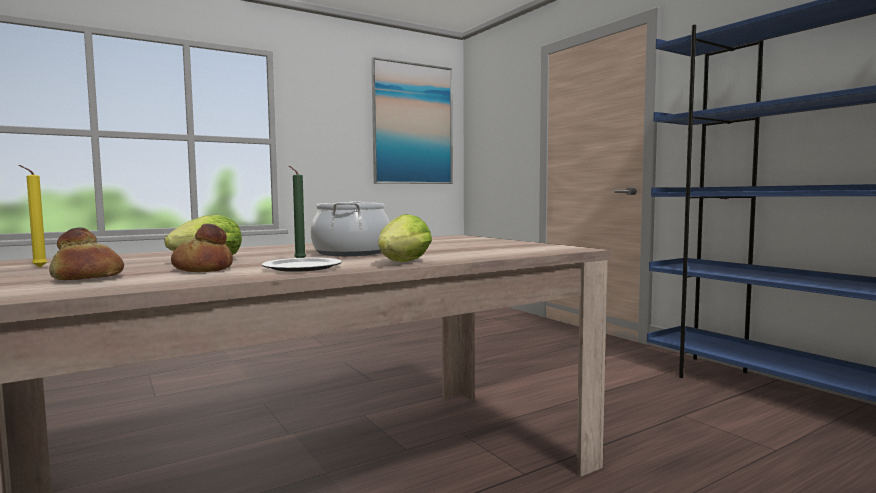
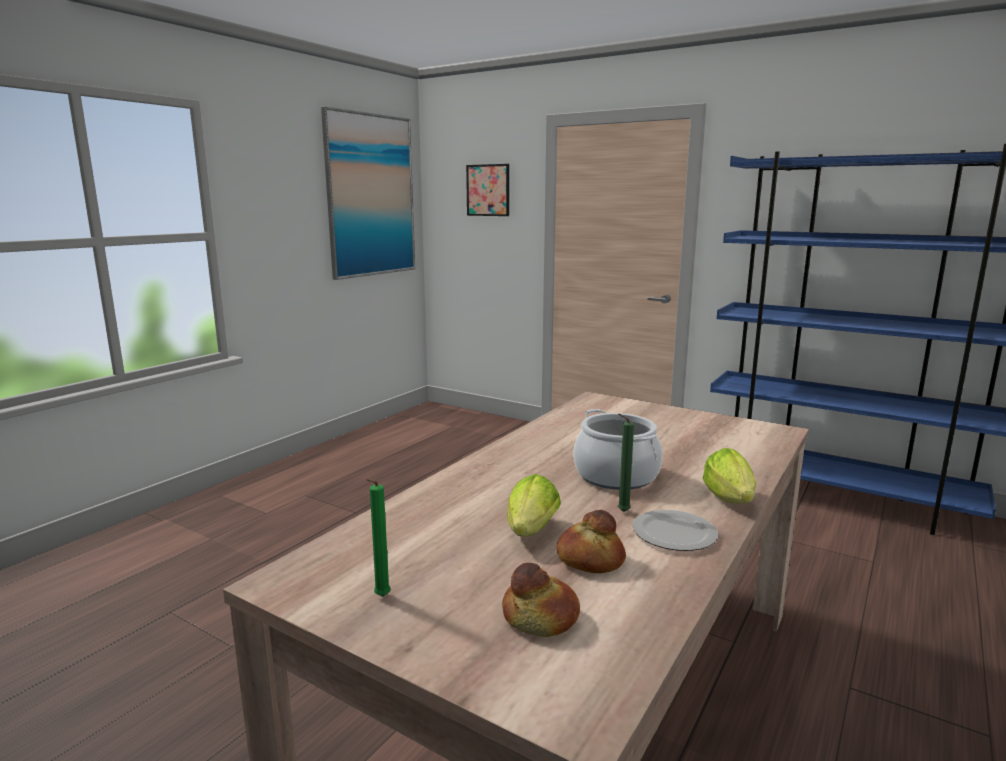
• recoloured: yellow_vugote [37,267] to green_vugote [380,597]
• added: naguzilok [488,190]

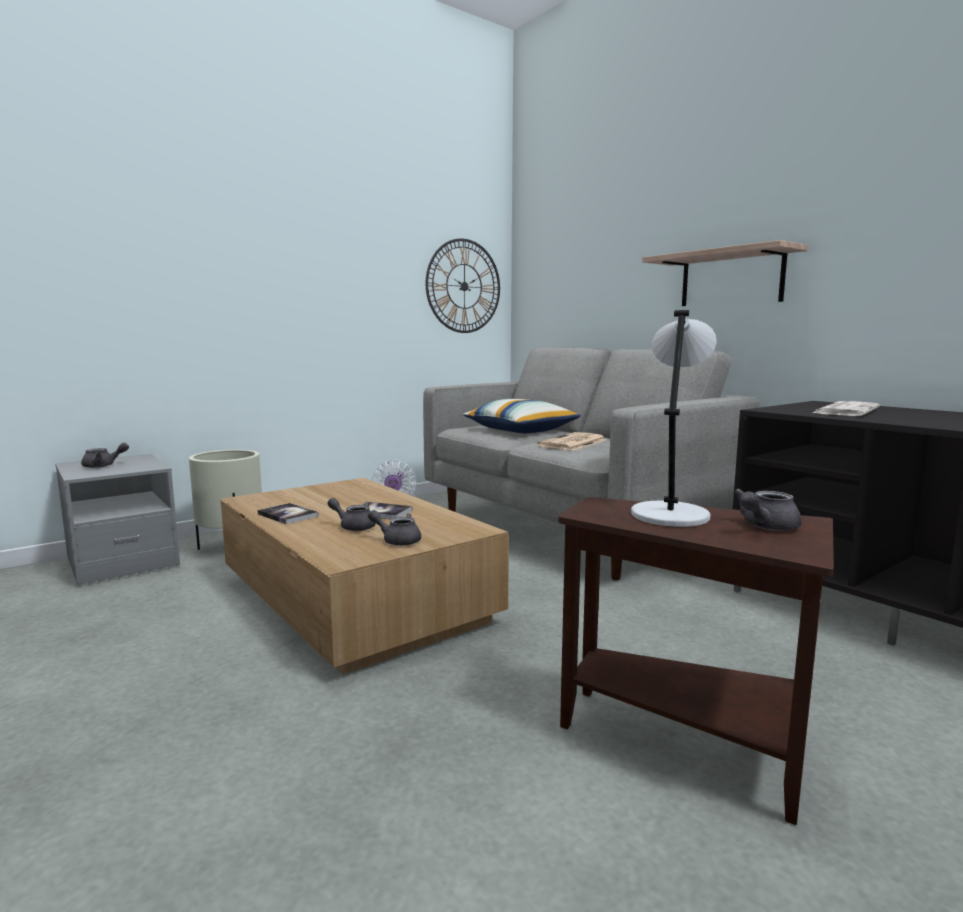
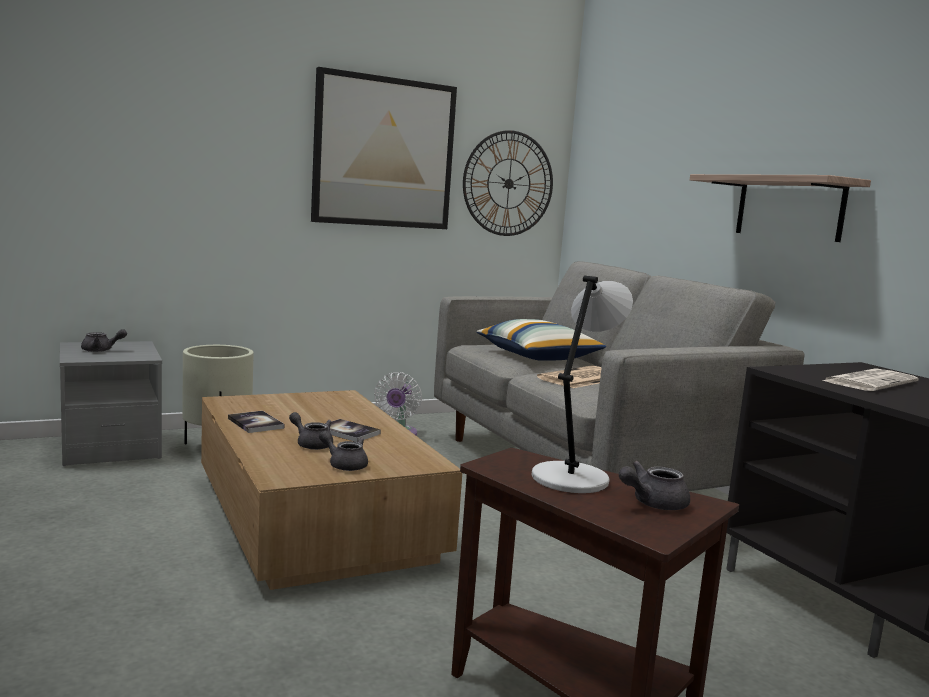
• added: naguzilok [384,153]

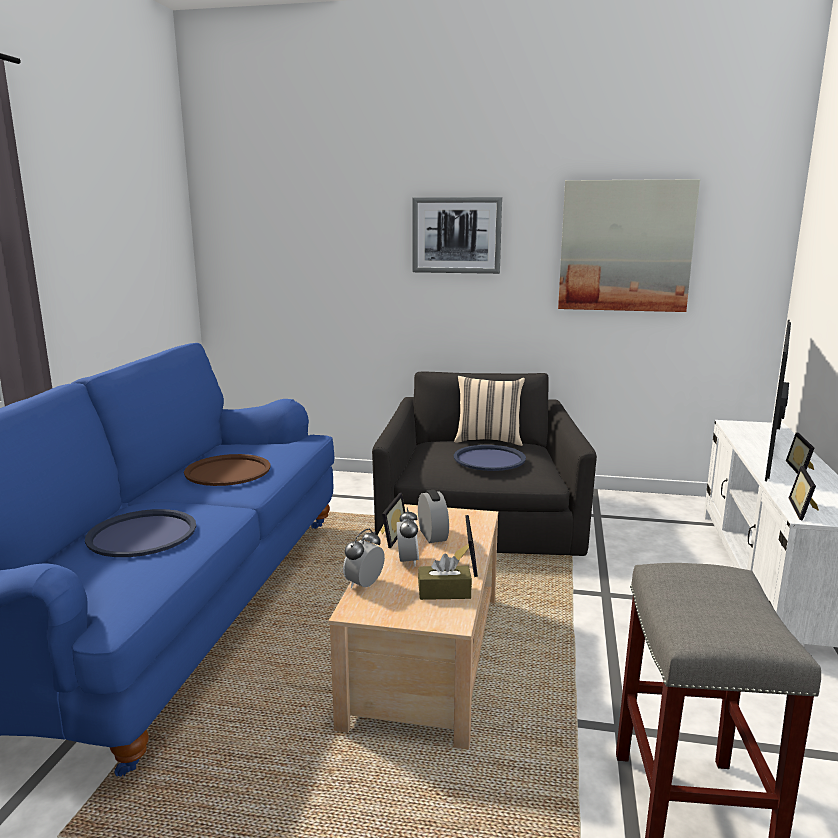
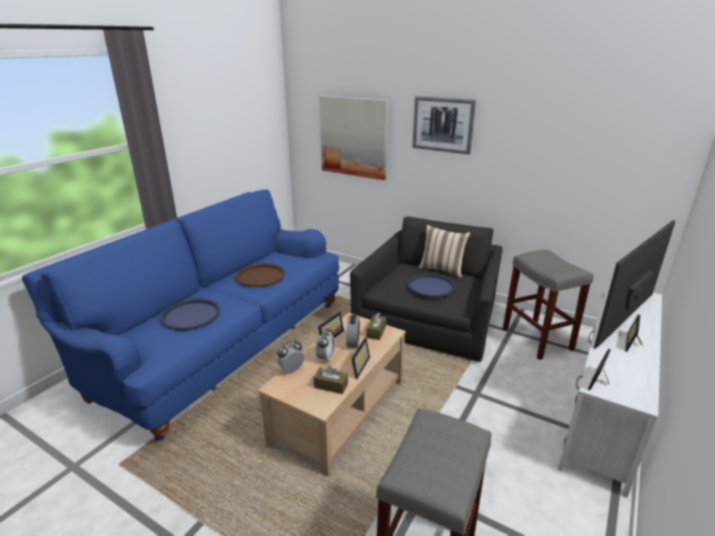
• moved: naguzilok [625,246] to [353,137]
• added: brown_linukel [376,332]
• added: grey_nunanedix [538,339]

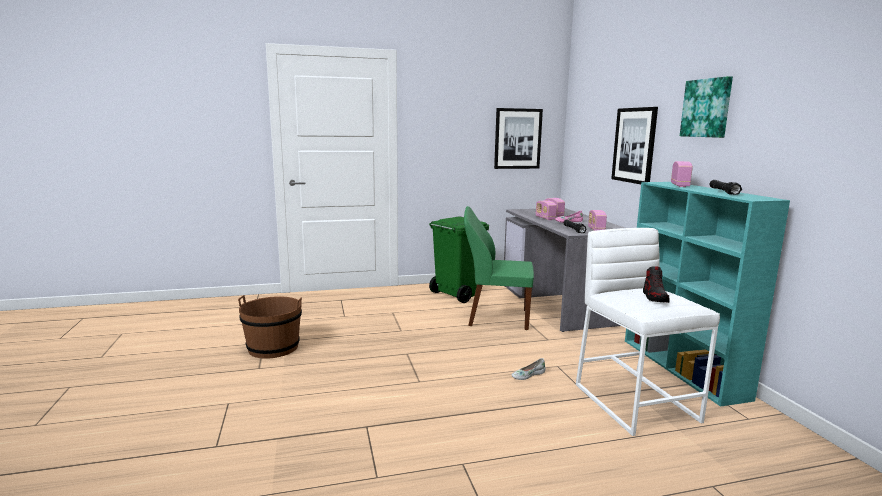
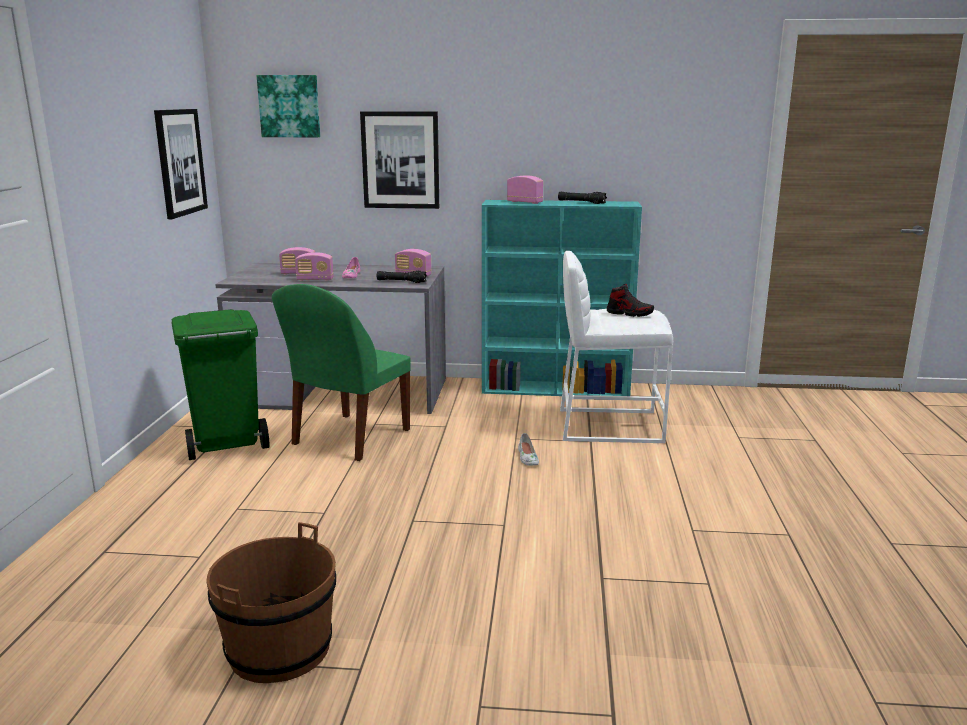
• moved: naguzilok [707,108] to [289,106]

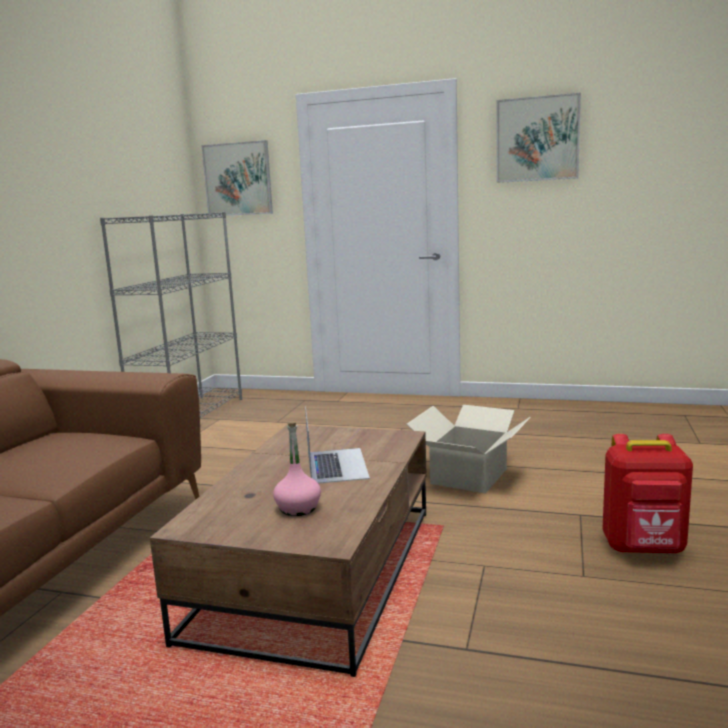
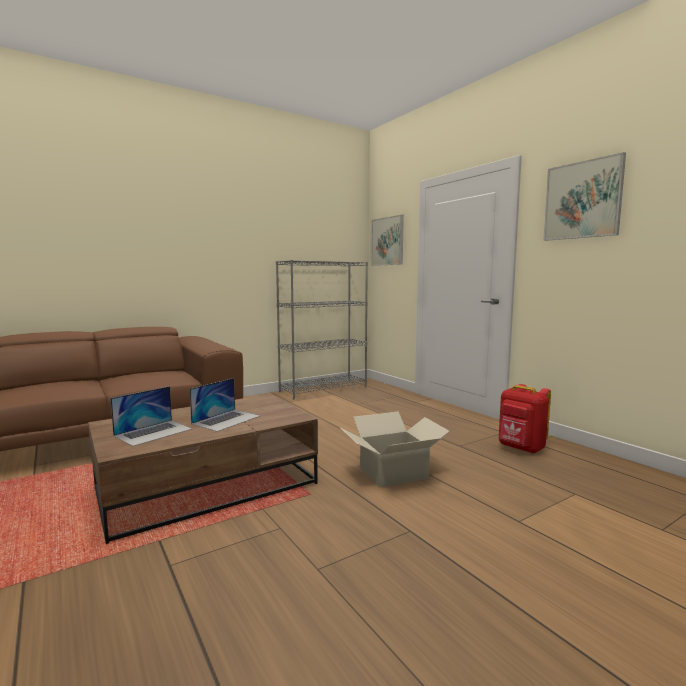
• replaced: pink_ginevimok [298,508] to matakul [153,432]
• moved: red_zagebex [644,548] to [521,448]

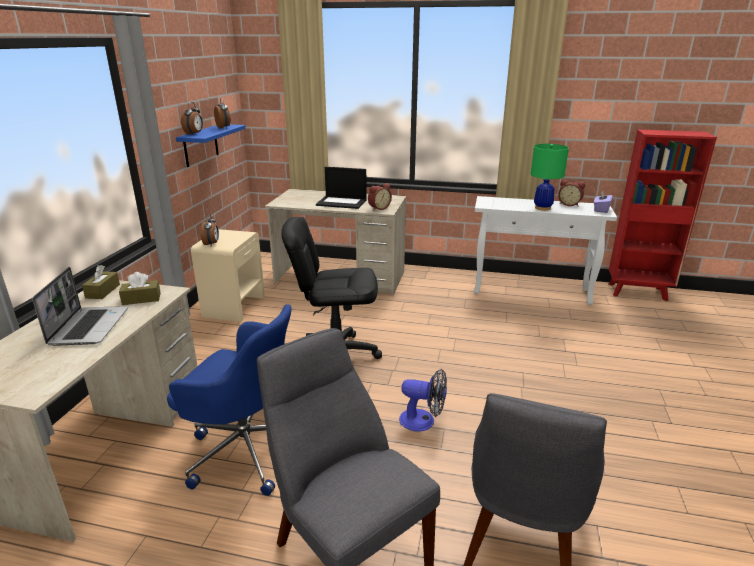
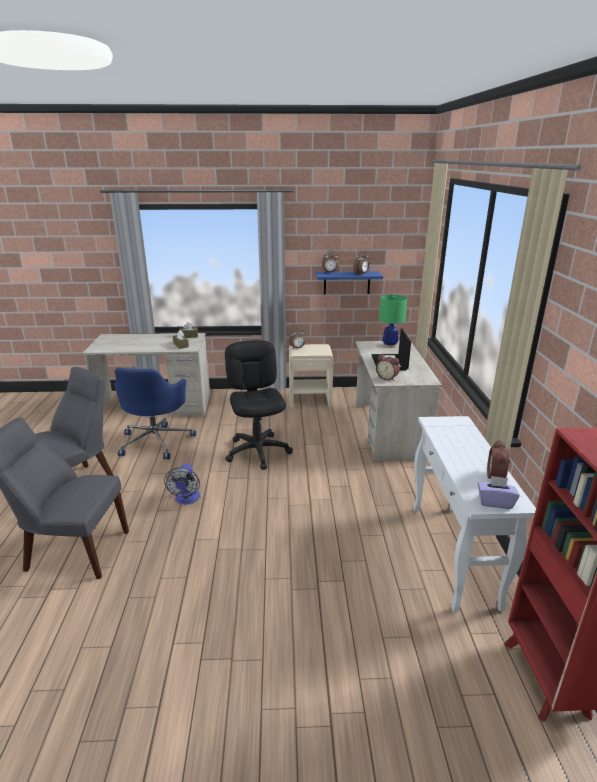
• moved: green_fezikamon [542,208] to [389,345]
• removed: matakul [89,326]

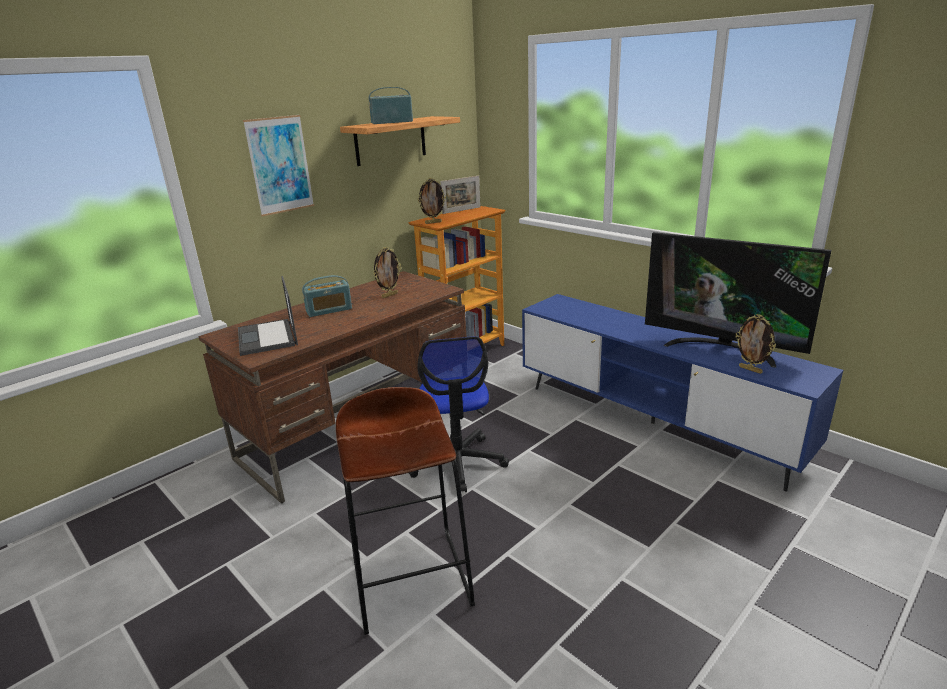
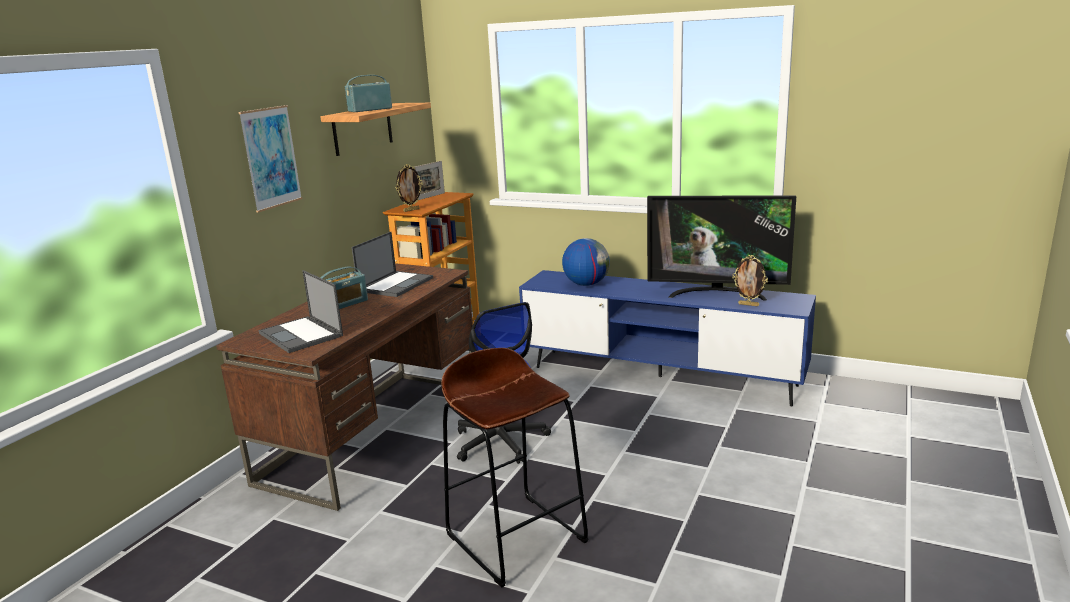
• replaced: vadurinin [389,295] to matakul [396,284]
• added: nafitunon [586,284]

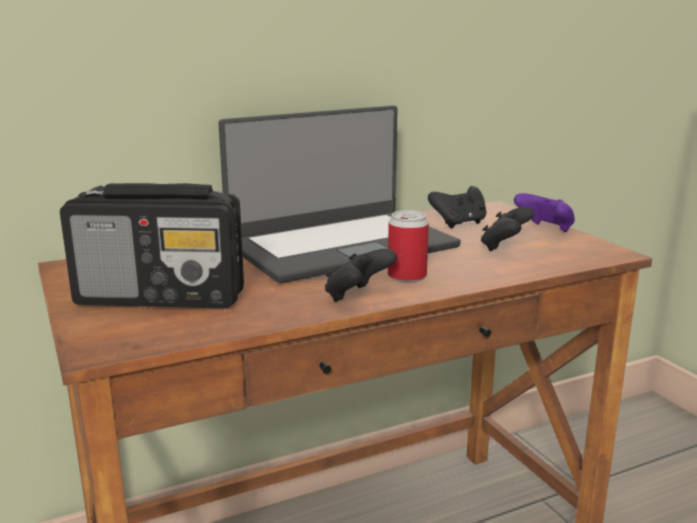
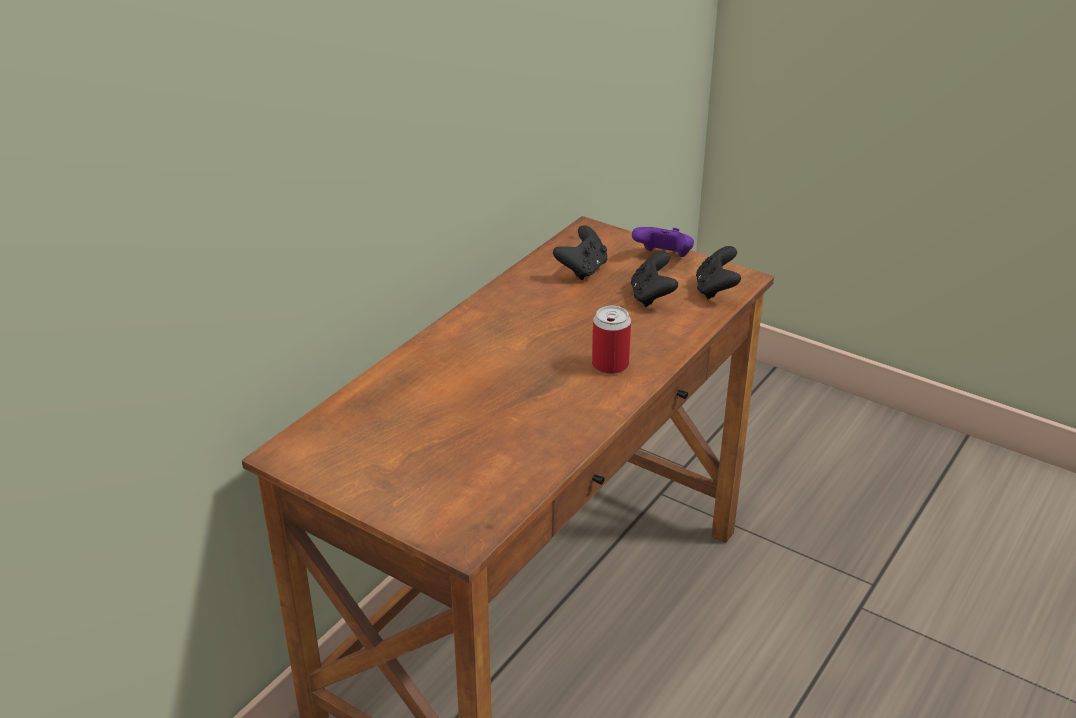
• moved: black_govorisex [357,297] to [716,290]
• removed: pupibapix [163,297]
• removed: matakul [340,246]

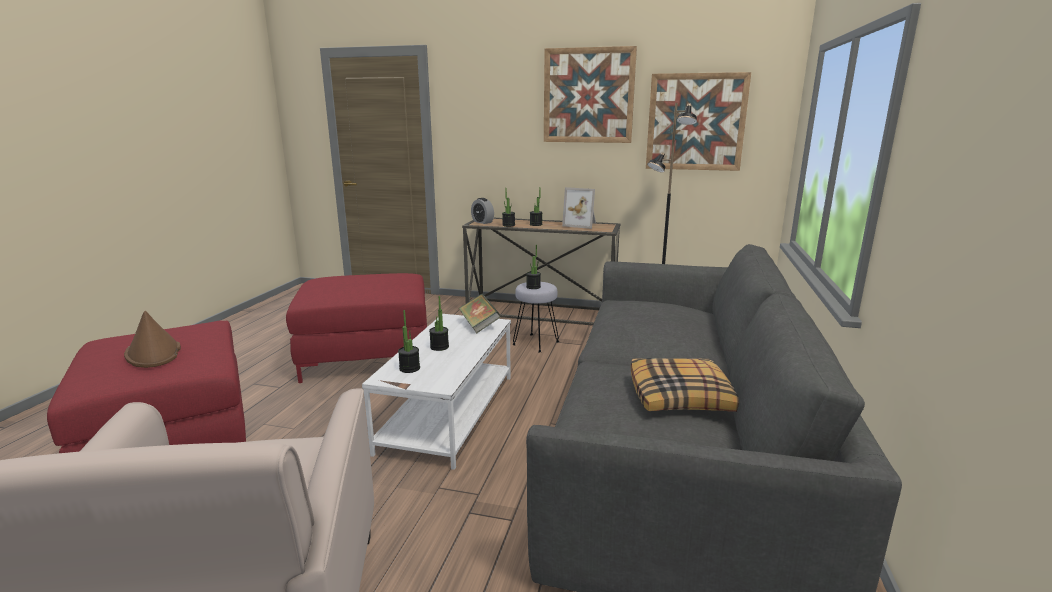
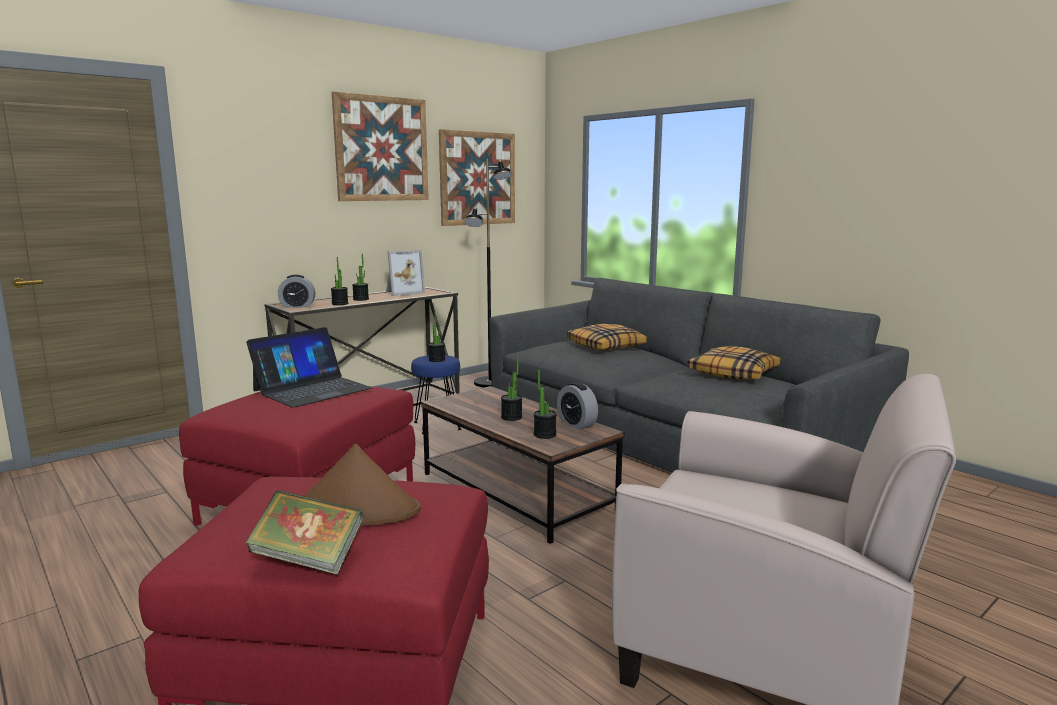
• moved: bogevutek [479,325] to [308,559]
• added: matakul [312,389]
• recoloured: grey_nunanedix [536,343] to blue_nunanedix [437,426]
• recoloured: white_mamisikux [449,412] to brown_mamisikux [517,492]
• added: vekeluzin [576,424]
• added: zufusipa [606,346]

